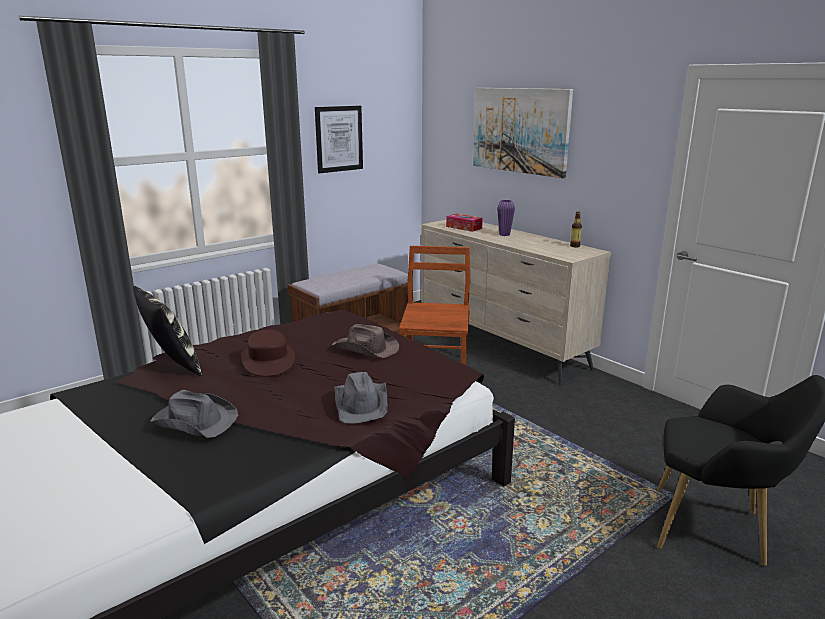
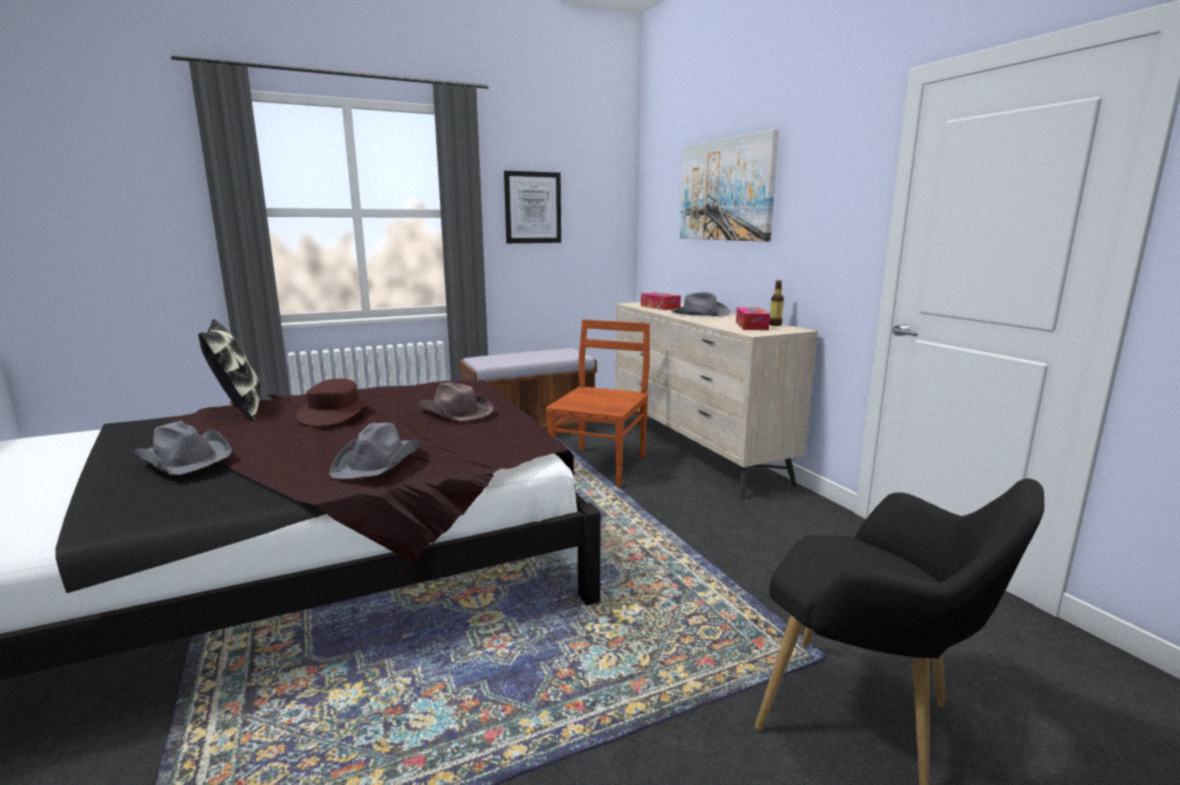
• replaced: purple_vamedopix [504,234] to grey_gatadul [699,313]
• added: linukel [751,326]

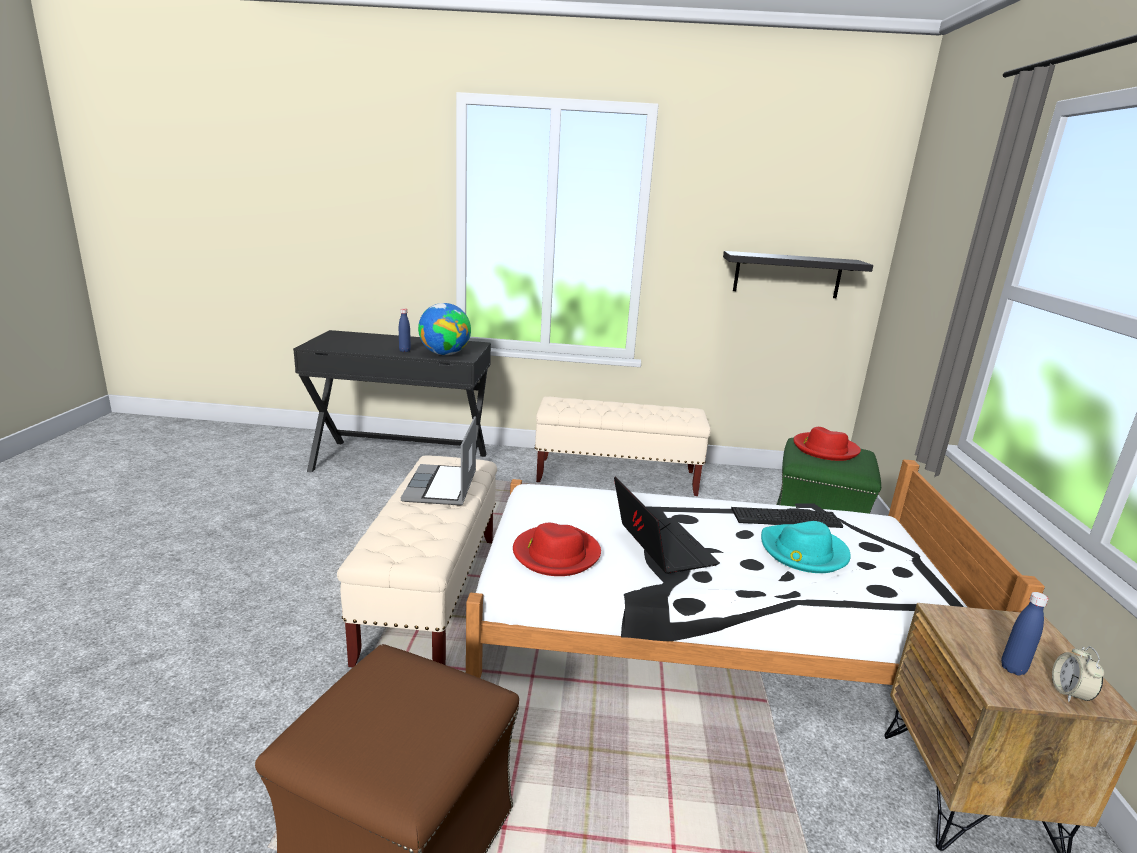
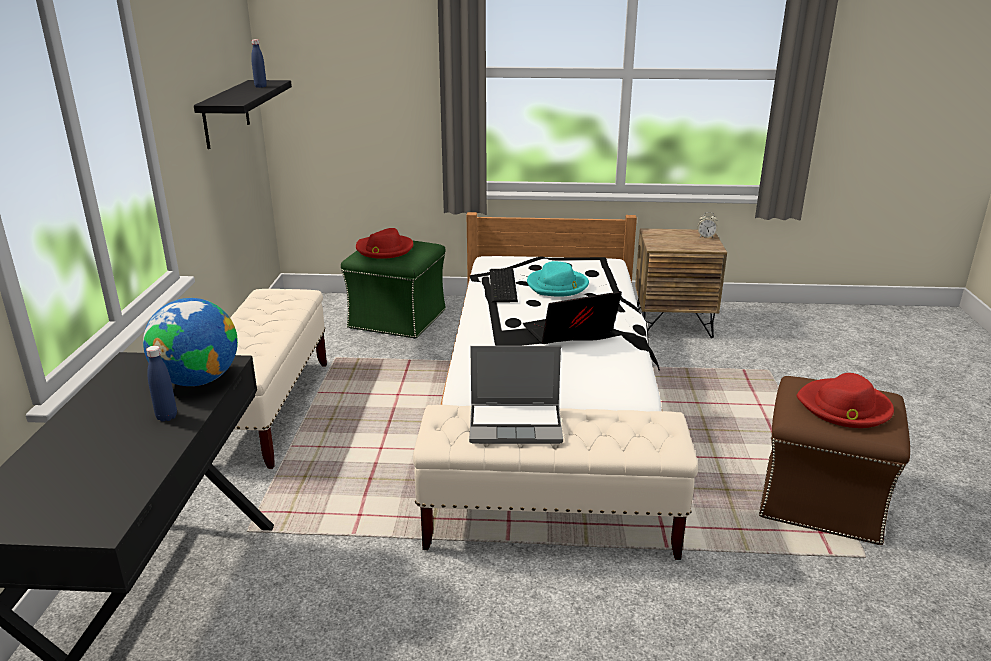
• moved: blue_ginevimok [1013,669] to [260,86]
• moved: red_gatadul [556,554] to [844,407]

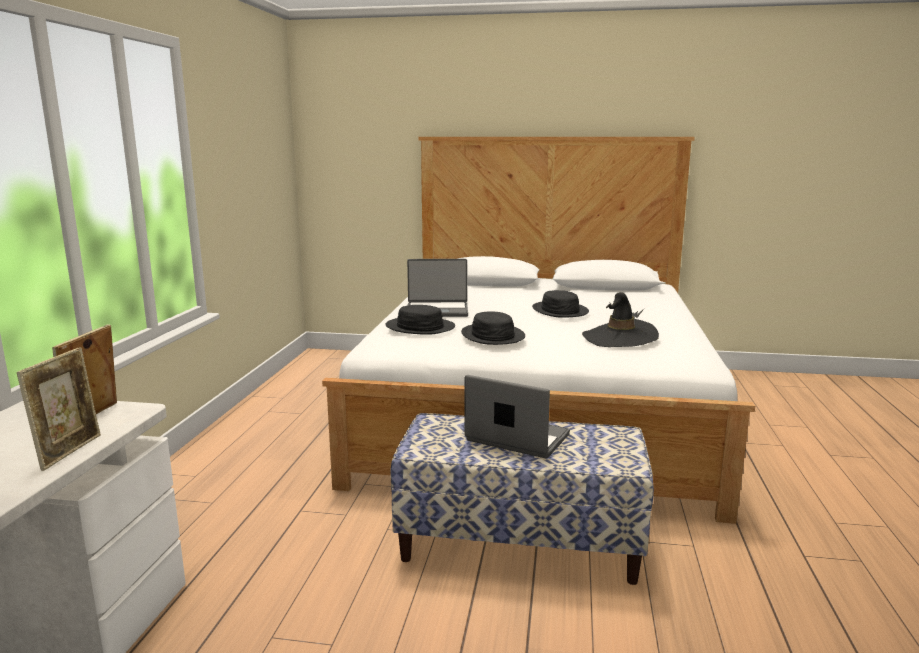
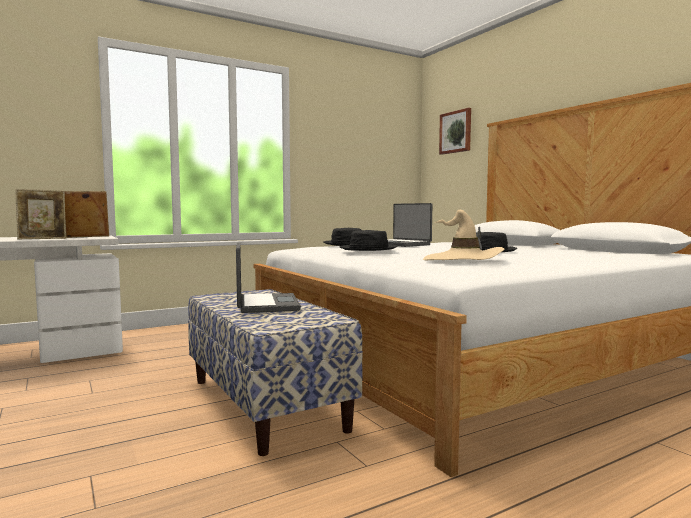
• recoloured: black_gatadul [619,338] to beige_gatadul [462,260]
• added: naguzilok [456,132]

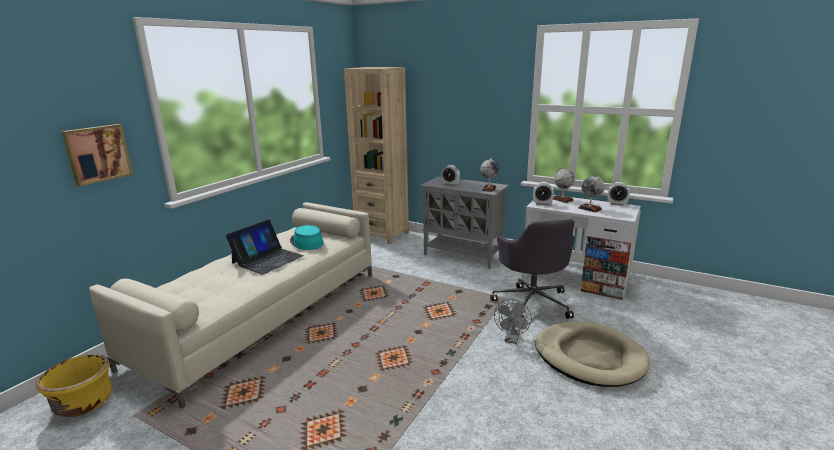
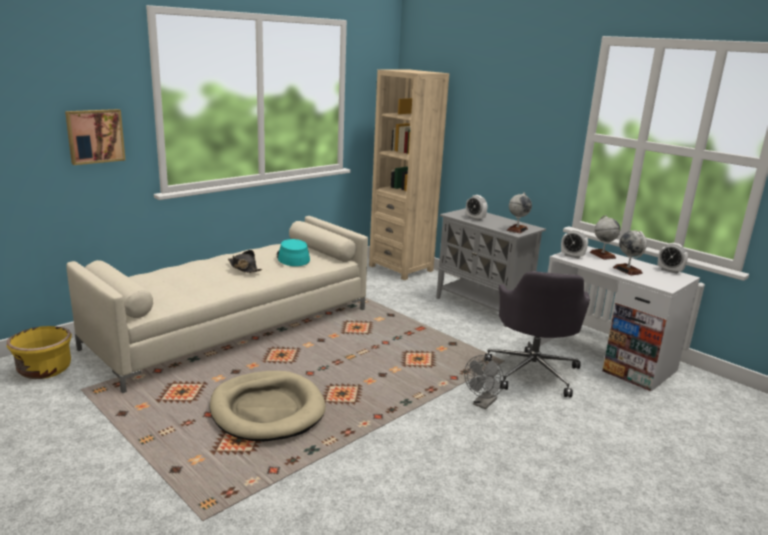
• moved: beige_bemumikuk [589,357] to [267,410]
• replaced: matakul [267,259] to black_gatadul [244,268]

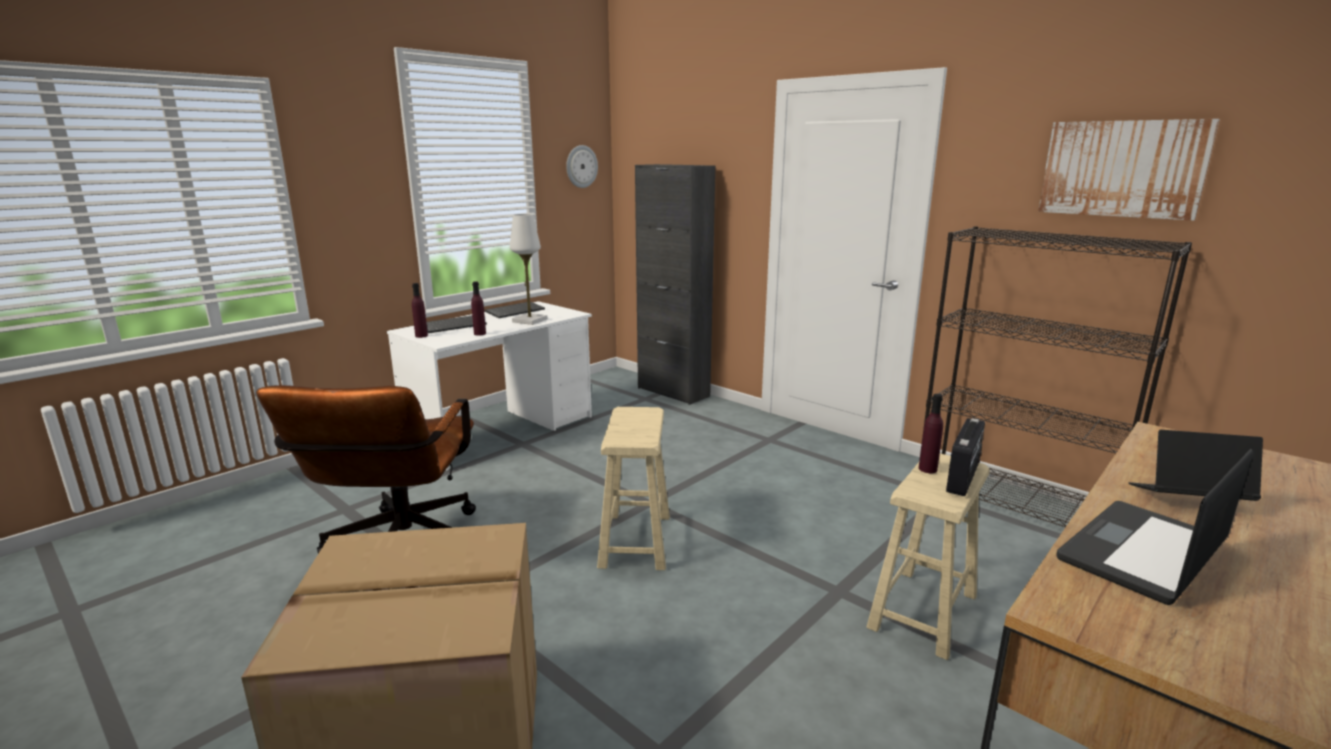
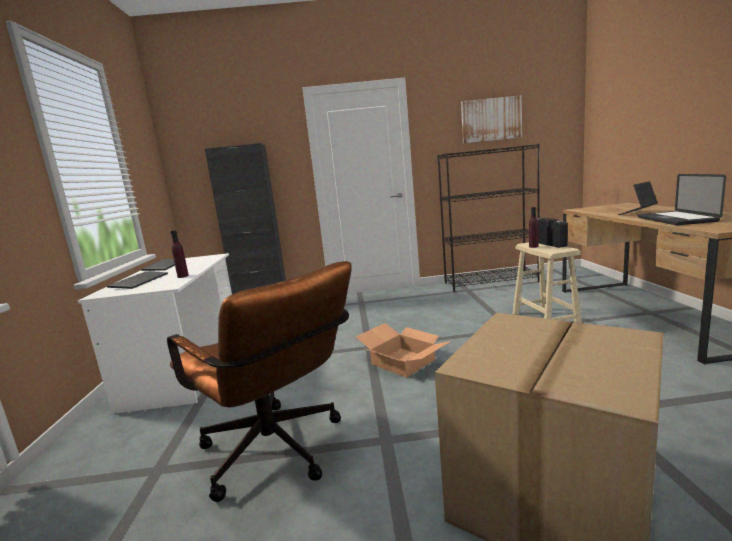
• replaced: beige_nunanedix [635,541] to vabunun [402,362]
• removed: purple_ginevimok [421,336]
• removed: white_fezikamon [530,320]
• removed: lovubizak [581,166]

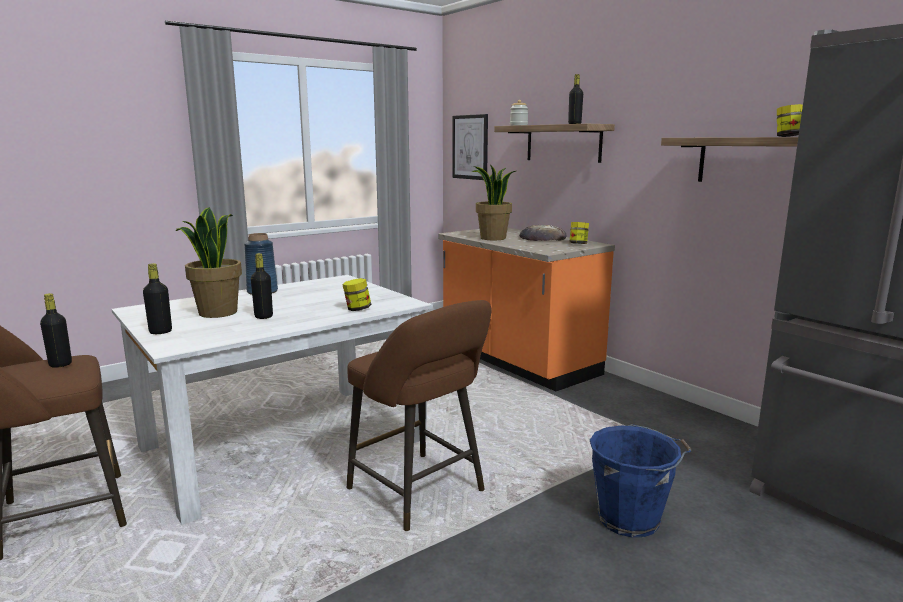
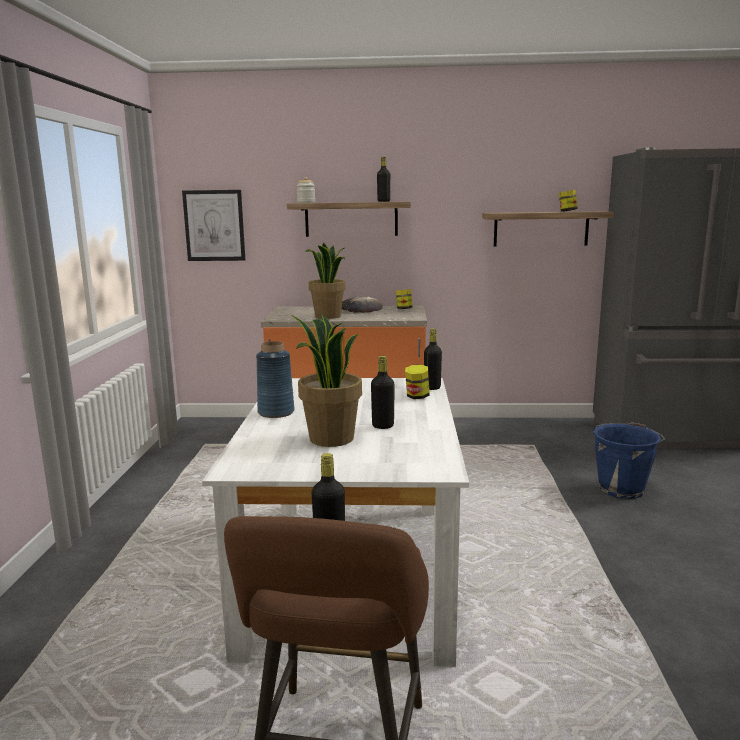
• moved: black_ginevimok [160,332] to [432,388]
• removed: brown_nunanedix [420,493]

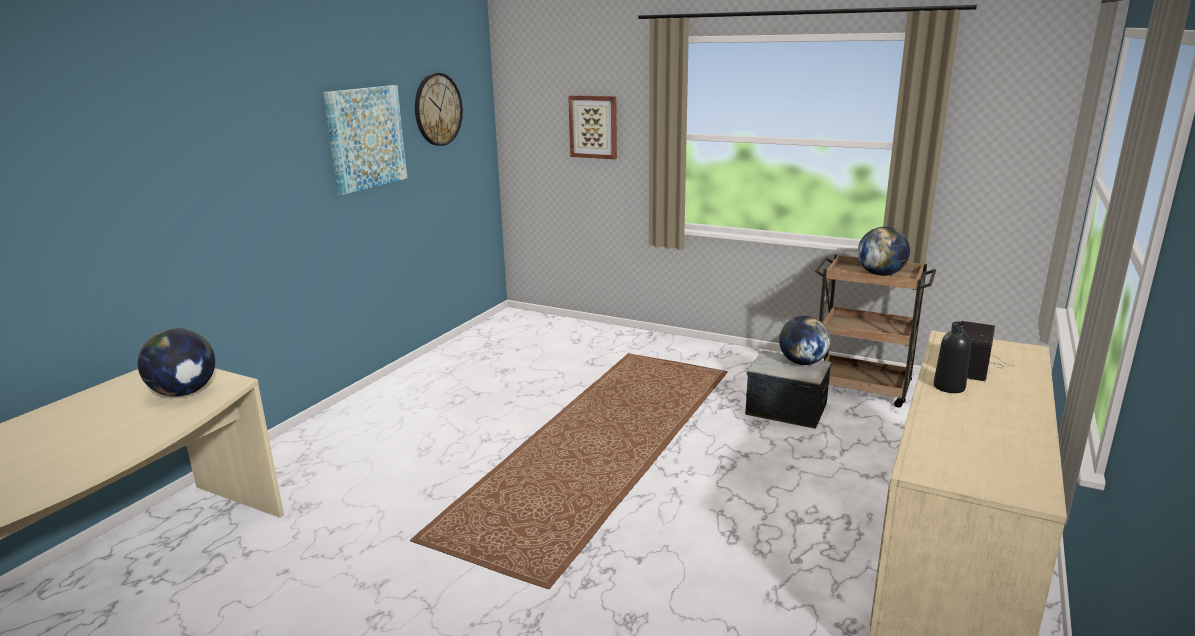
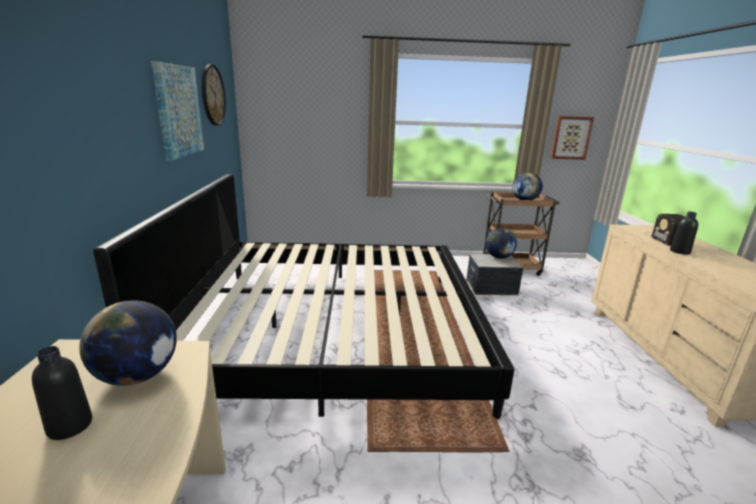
• added: black_ginevimok [70,426]
• added: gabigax [333,329]
• moved: naguzilok [593,127] to [570,138]

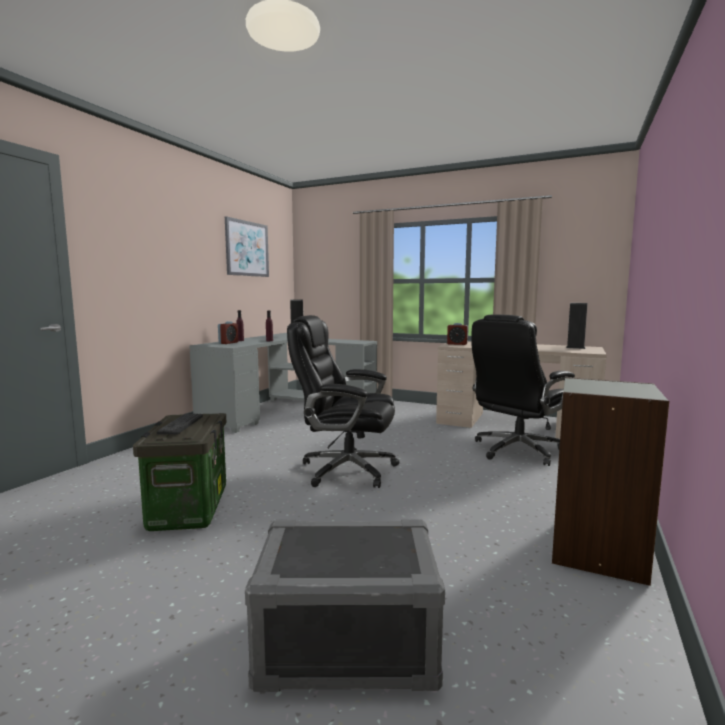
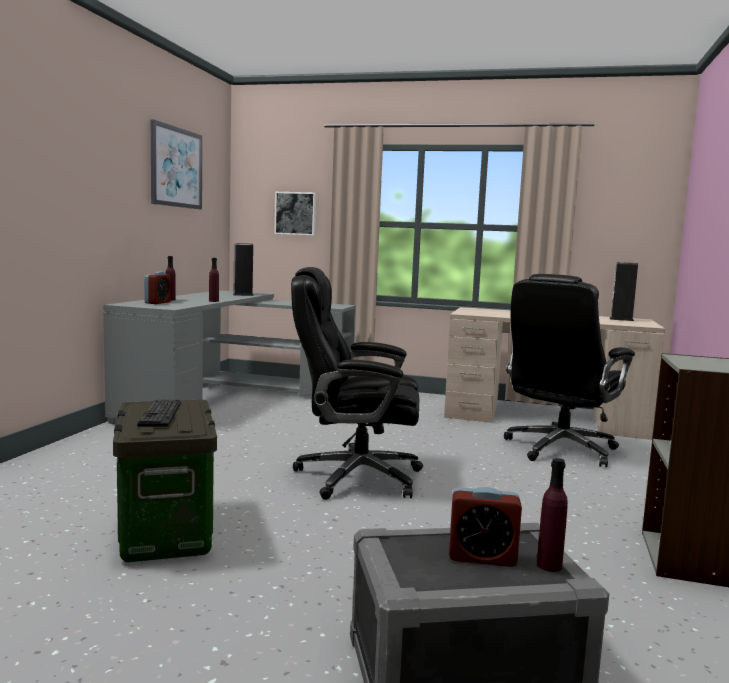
• added: naguzilok [296,213]
• moved: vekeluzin [457,344] to [482,557]
• added: purple_ginevimok [549,565]

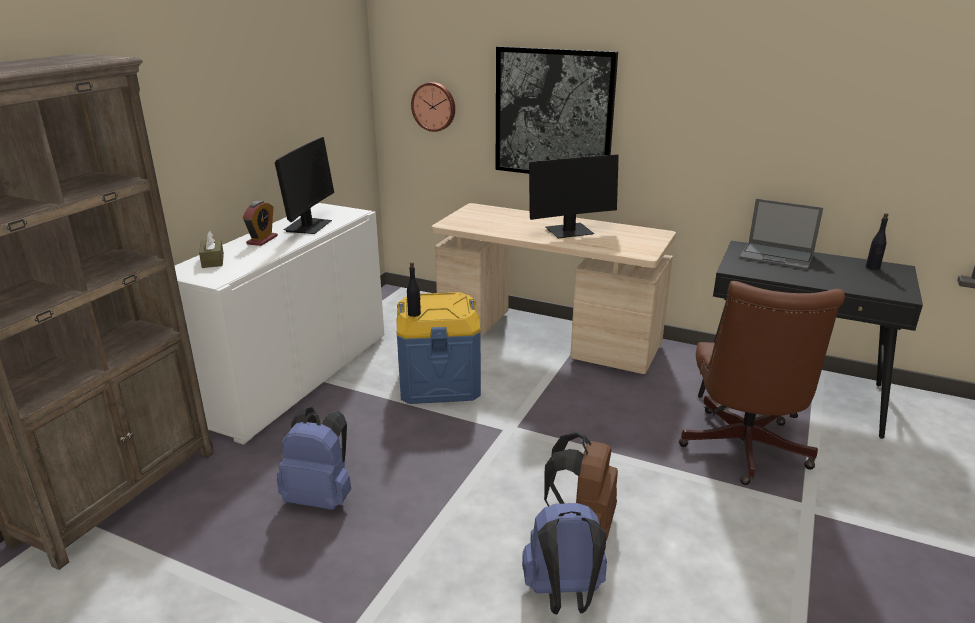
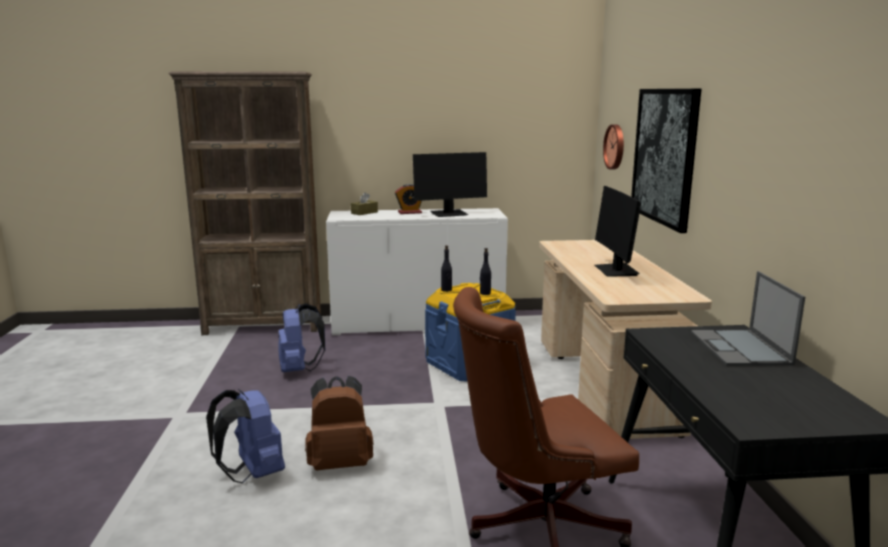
• moved: black_ginevimok [872,267] to [485,293]
• turned: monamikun [569,231] = [616,271] 45 degrees clockwise

